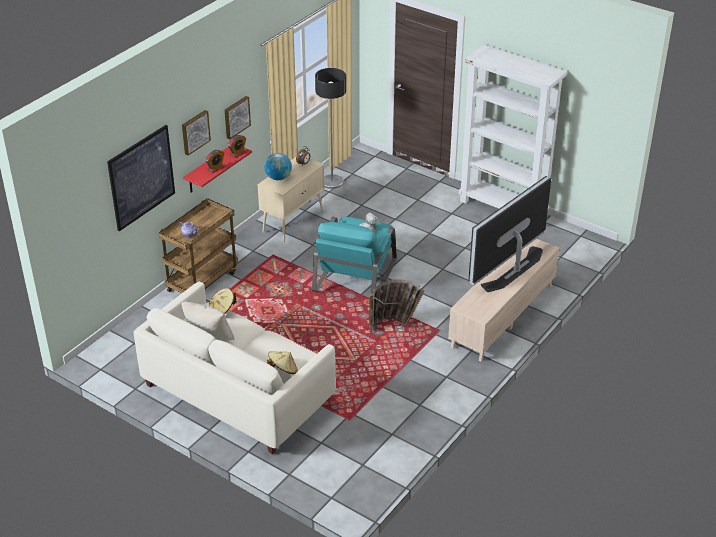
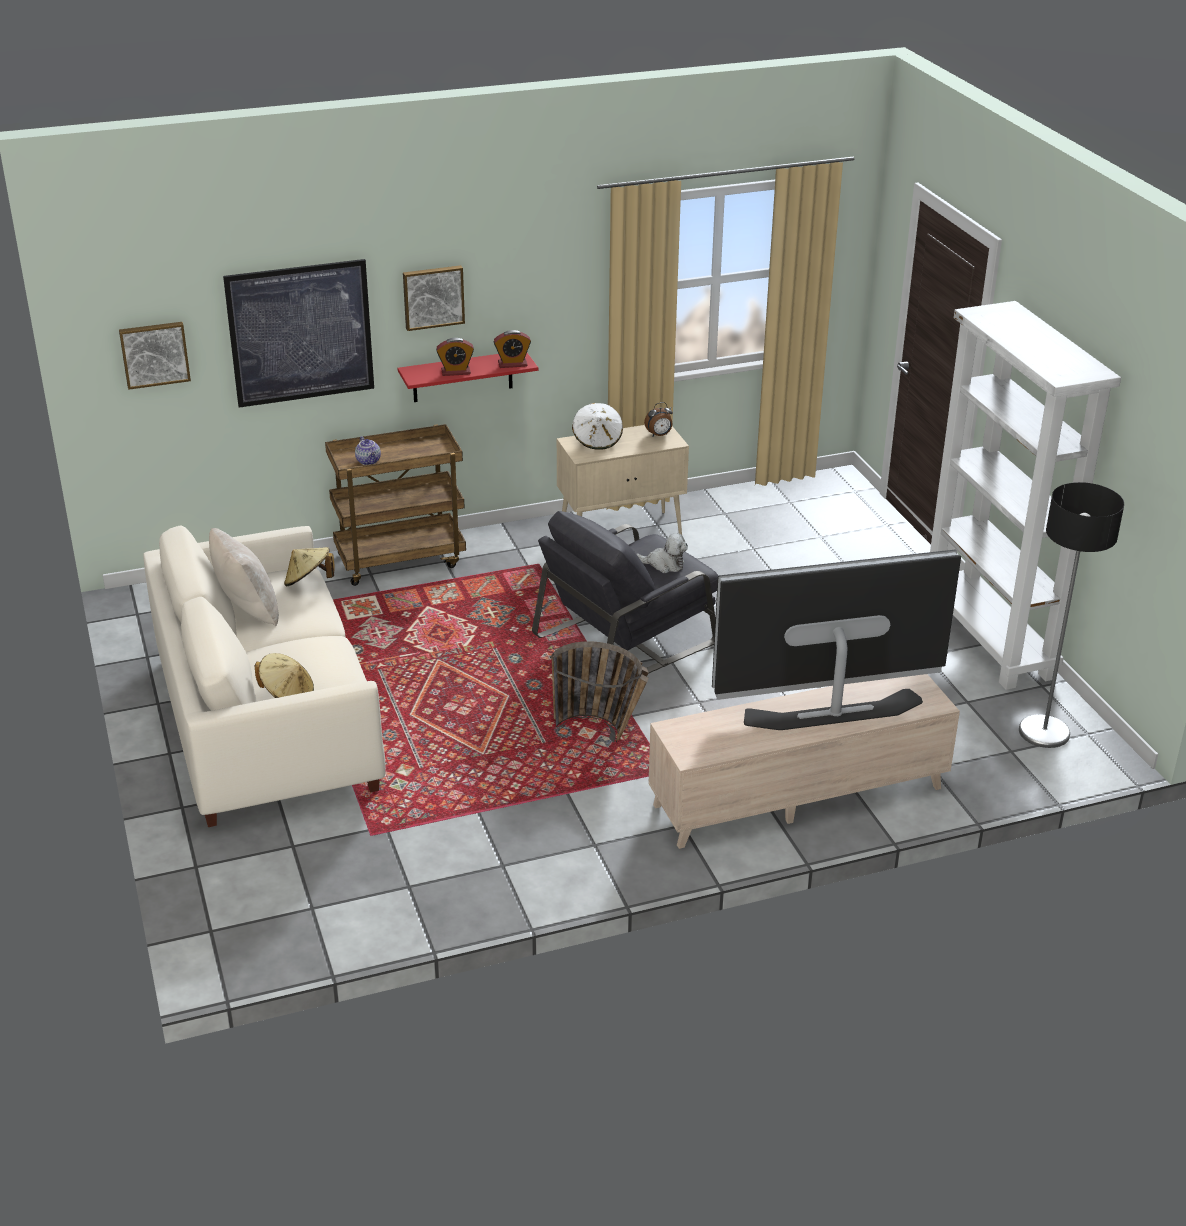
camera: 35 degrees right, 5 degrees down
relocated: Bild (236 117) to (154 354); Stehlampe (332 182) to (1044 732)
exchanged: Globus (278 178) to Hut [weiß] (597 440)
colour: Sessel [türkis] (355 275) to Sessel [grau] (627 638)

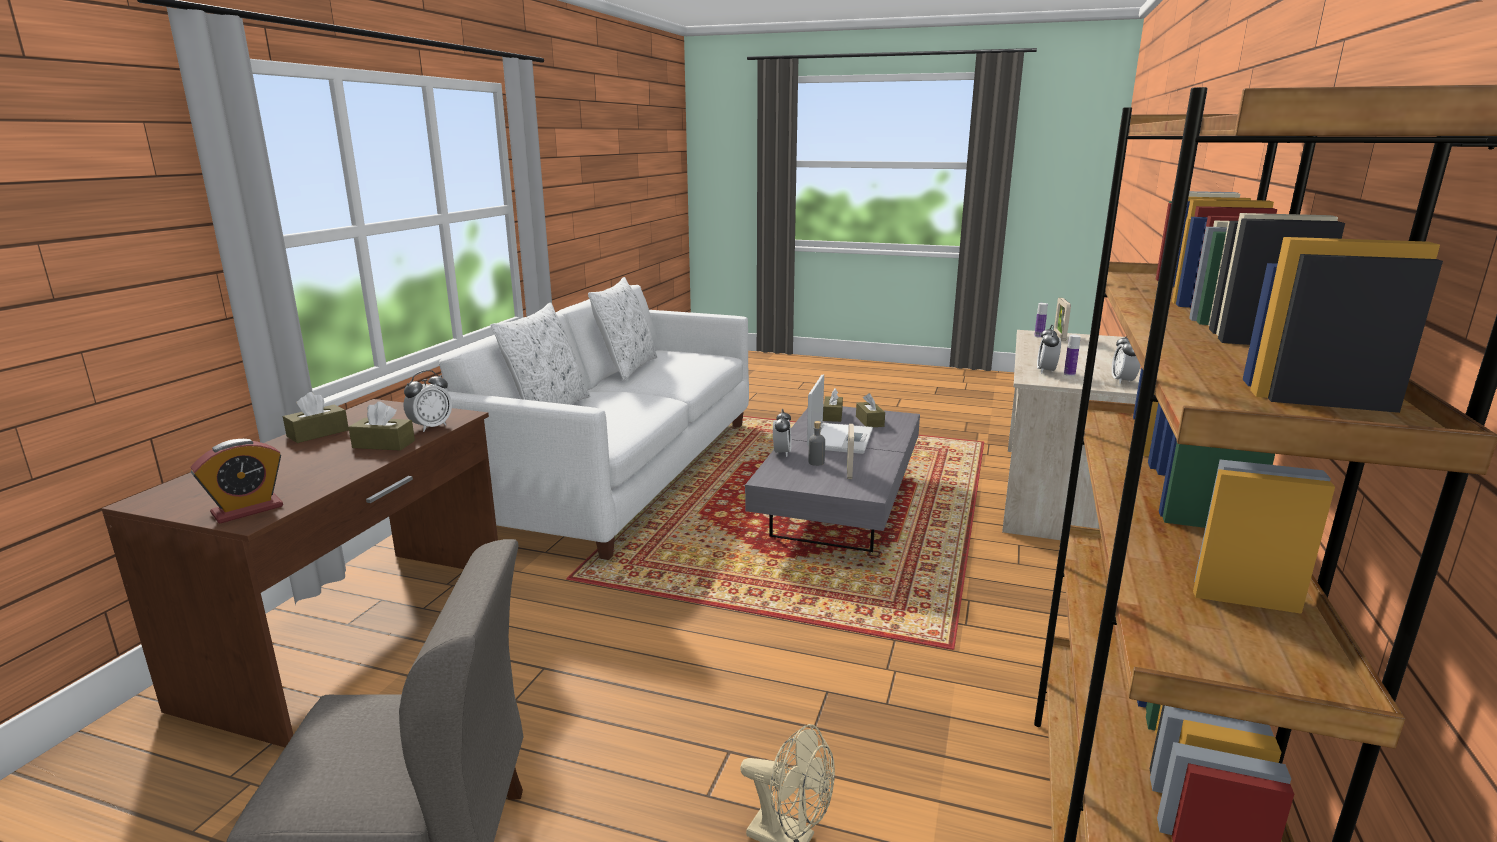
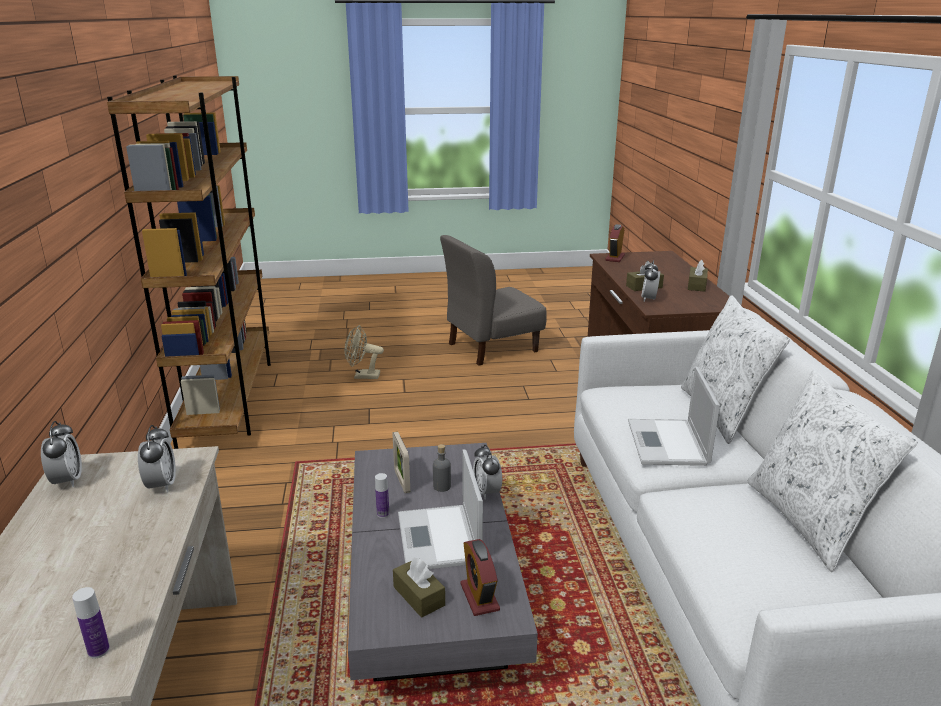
camera: 155 degrees right, 5 degrees up
missing: Bilderrahmen (1059 337)
appeared: Laptop (668 444)
relocated: Flasche (1069 374) to (383 514)
exchanged: Taschentuchbox [braun] (832 415) to Wecker (479 597)

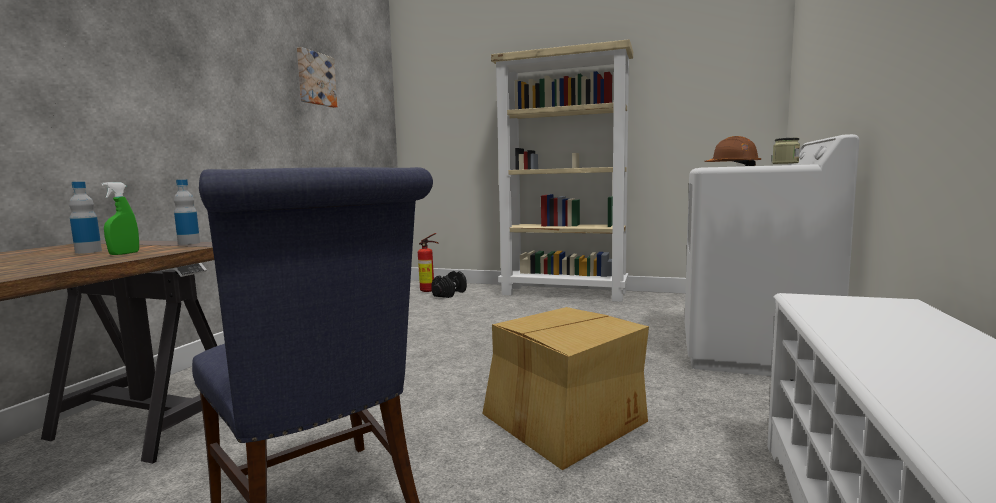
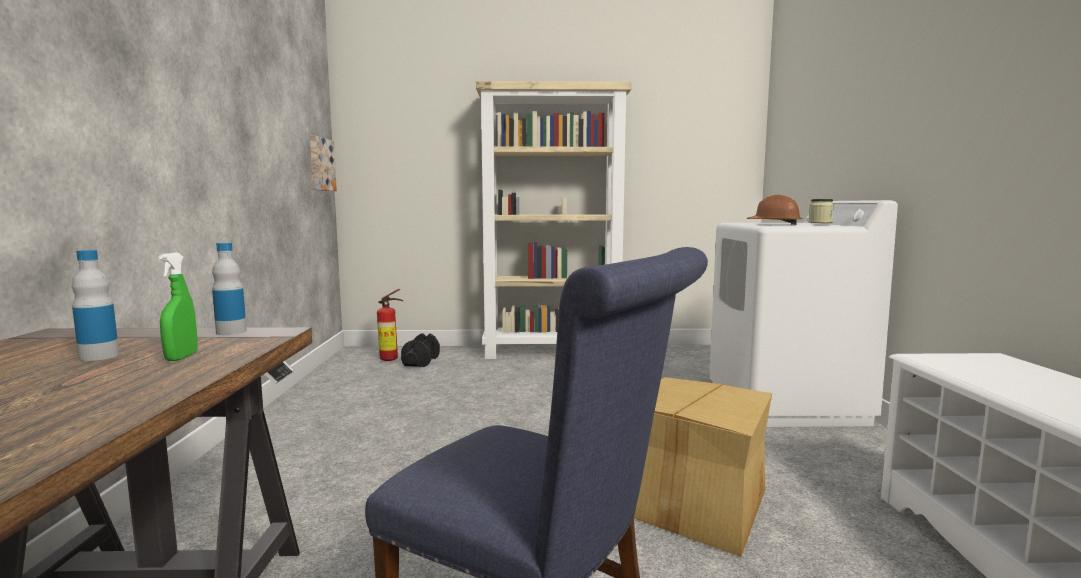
camera: 20 degrees left, 0 degrees up
relocated: Bild (315 79) to (320 164)

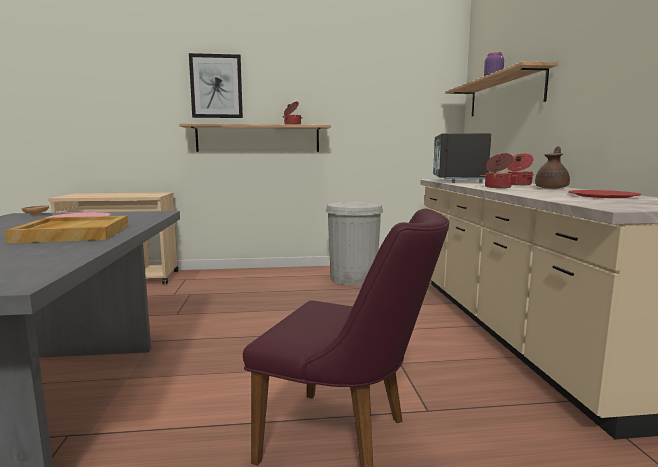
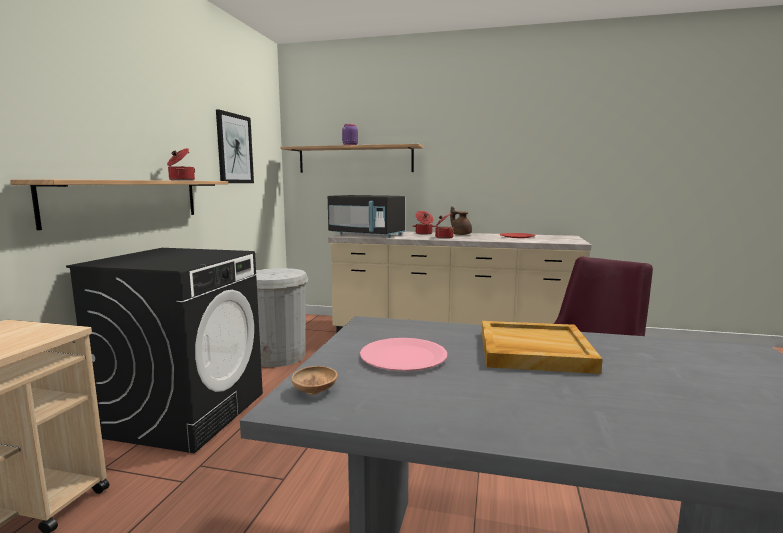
camera: 70 degrees left, 0 degrees up
appeared: Waschmaschine [schwarz] (185 413)
relocated: Bild (216 86) to (234 149)

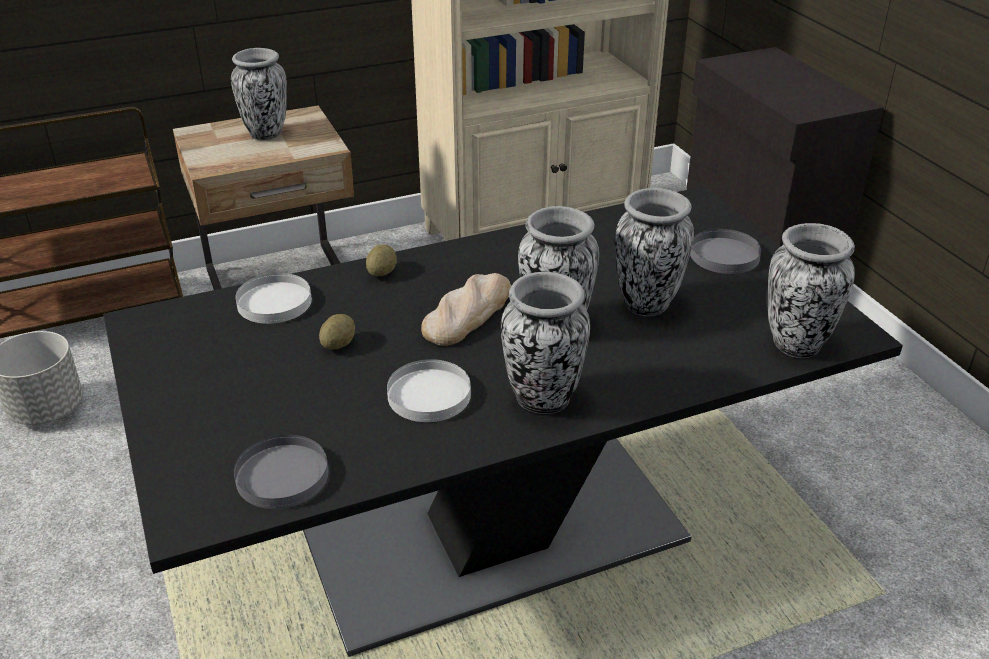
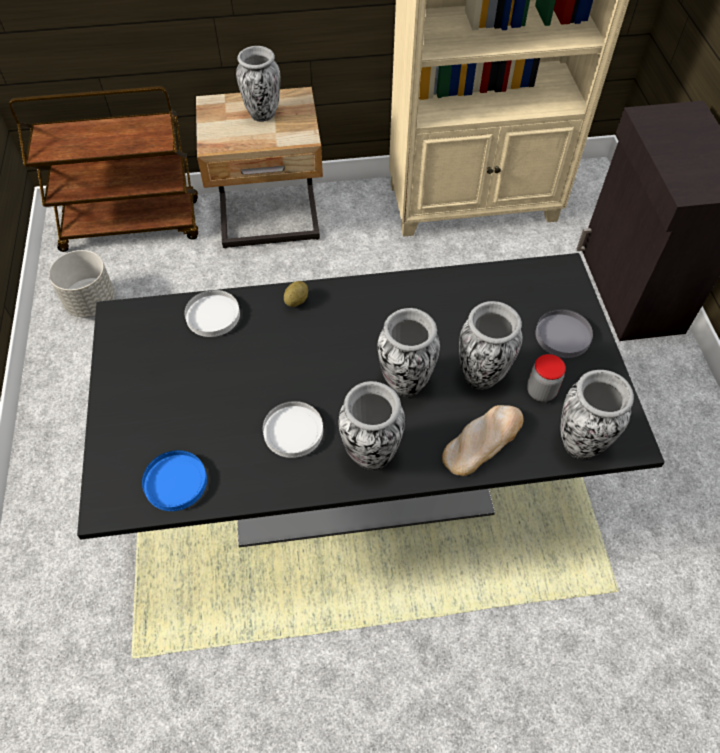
camera: 15 degrees right, 20 degrees up
missing: Kartoffel (338 344)
appeared: Vorratsglas (541 391)
relocated: Brot (468 313) to (483 440)
colour: Teller [grau] (282 475) to Teller [blau] (176 482)

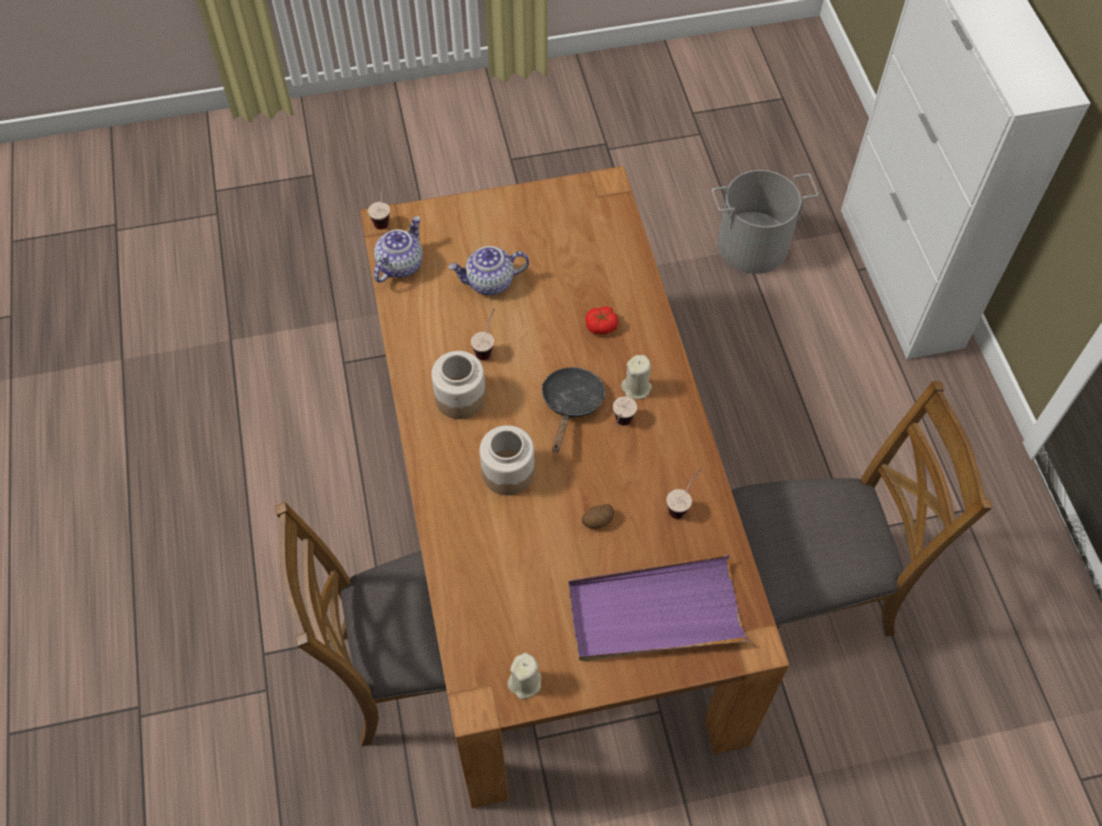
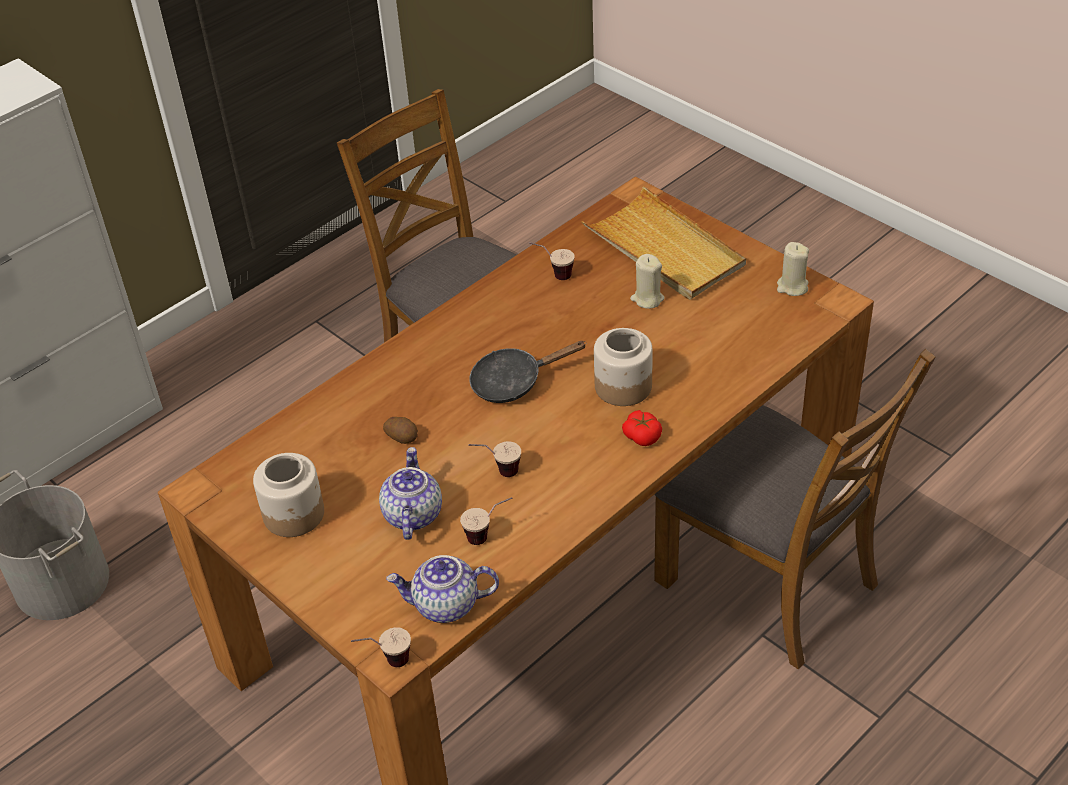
camera: 120 degrees left, 15 degrees down
relocated: Vorratsglas (459 398) to (294 514); Kartoffel (598 521) to (402 437); Tomate (601 326) to (642 436); Tasse (620 427) to (489 535); Kerze [beige] (636 387) to (647 299)
colour: Tablett [lila] (654 613) to Tablett [beige] (664 249)
spun: Teekanne (489 282) = (412 514) 135 degrees counterclockwise

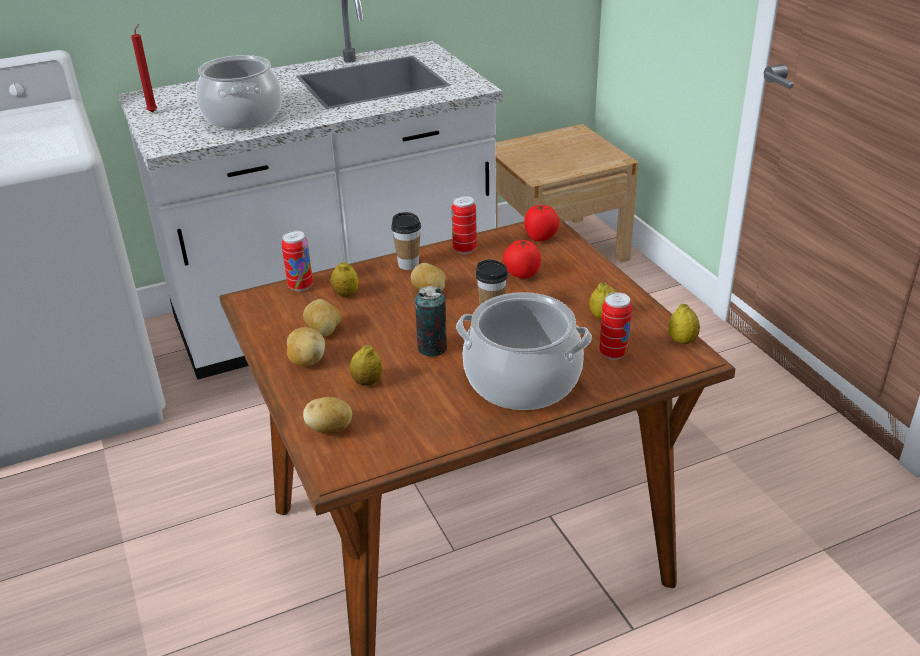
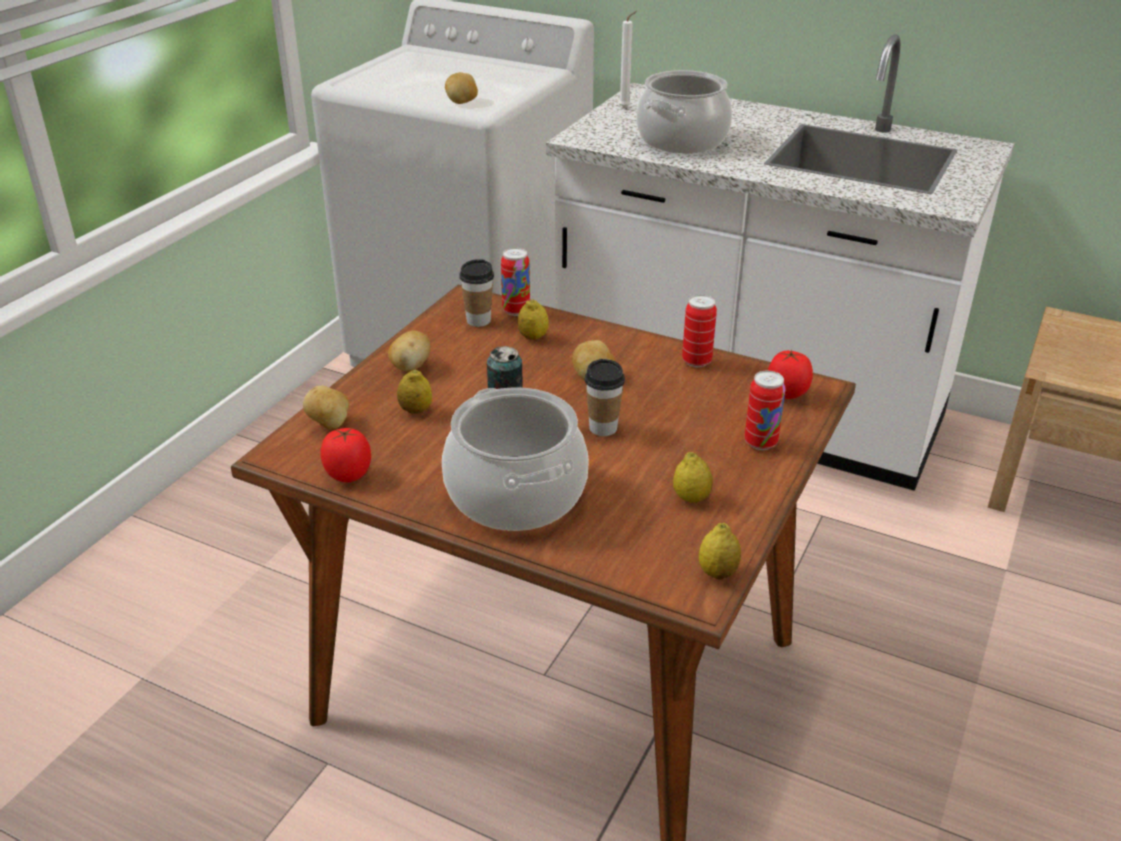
camera: 50 degrees right, 0 degrees up
relocated: Kartoffel (324 332) to (462 102); Tasse (408 264) to (478 321); Tomate (521 275) to (348 475); Dose (613 353) to (760 442)
colour: Kerze [rot] (153 111) to Kerze [weiß] (626 107)

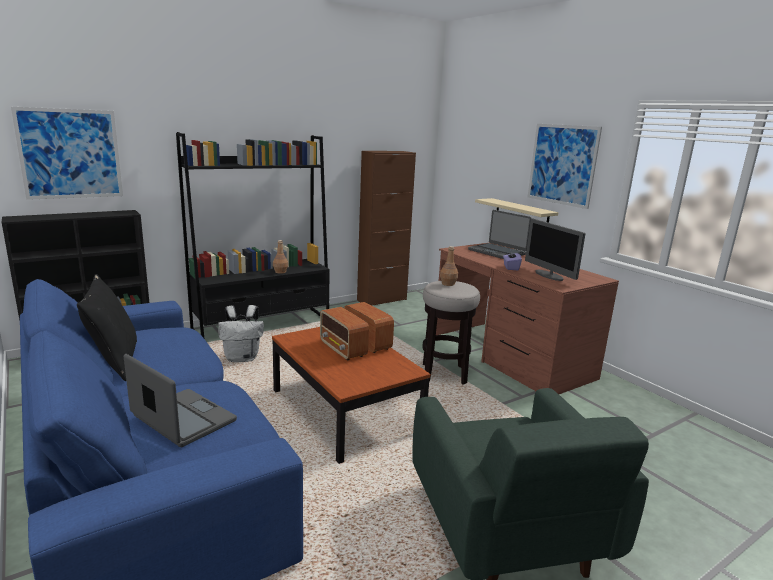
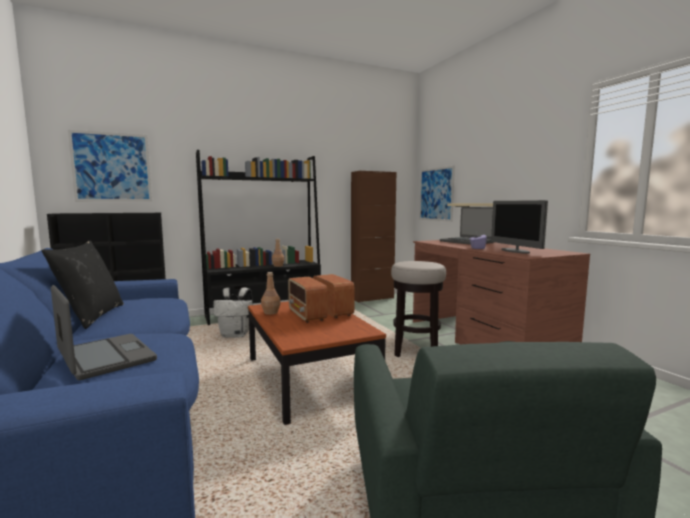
camera: 10 degrees right, 10 degrees down
relocated: Flasche [braun] (448 284) to (270 312); Bild (562 164) to (436 194)

